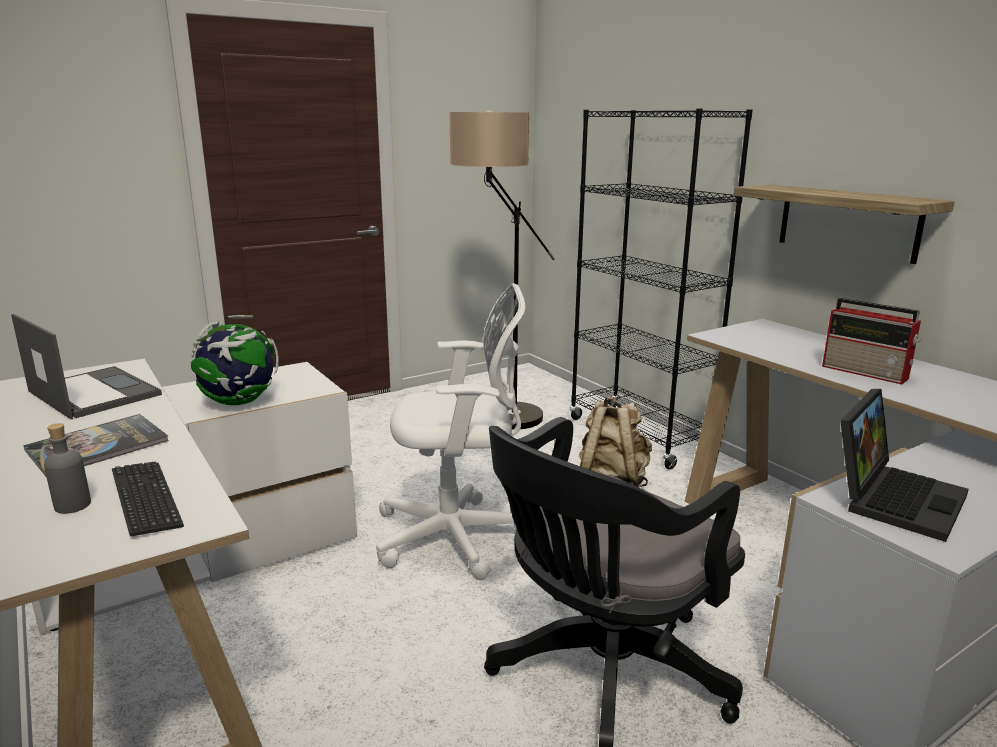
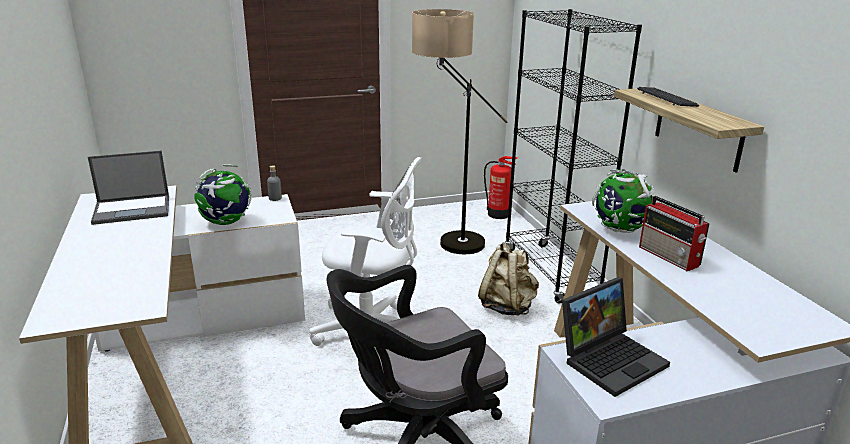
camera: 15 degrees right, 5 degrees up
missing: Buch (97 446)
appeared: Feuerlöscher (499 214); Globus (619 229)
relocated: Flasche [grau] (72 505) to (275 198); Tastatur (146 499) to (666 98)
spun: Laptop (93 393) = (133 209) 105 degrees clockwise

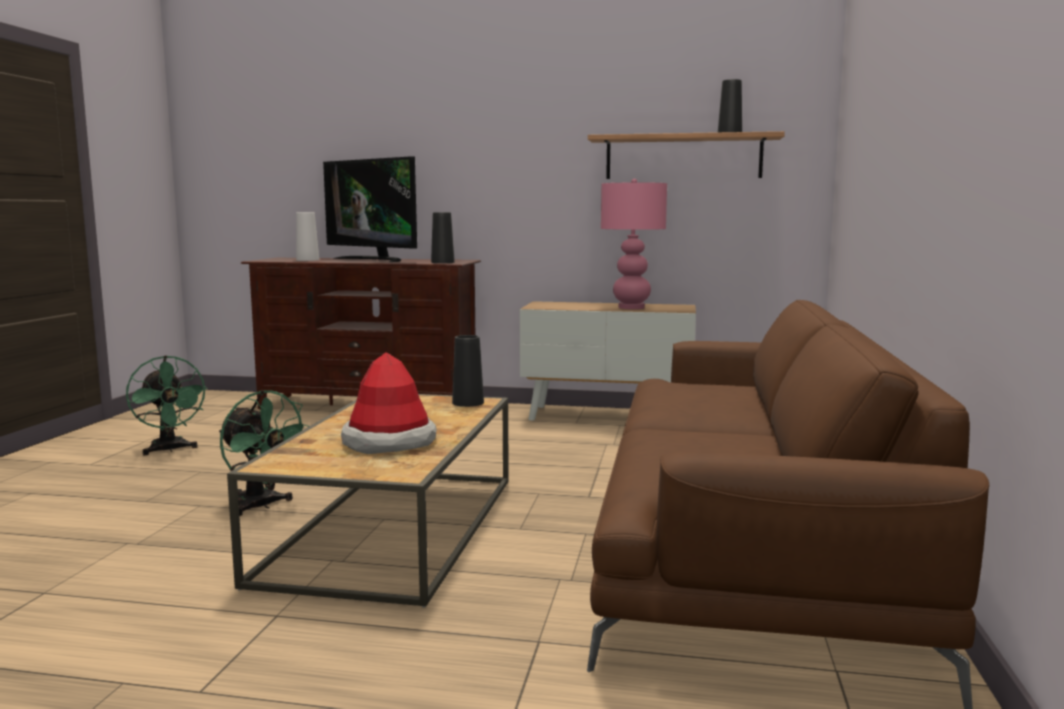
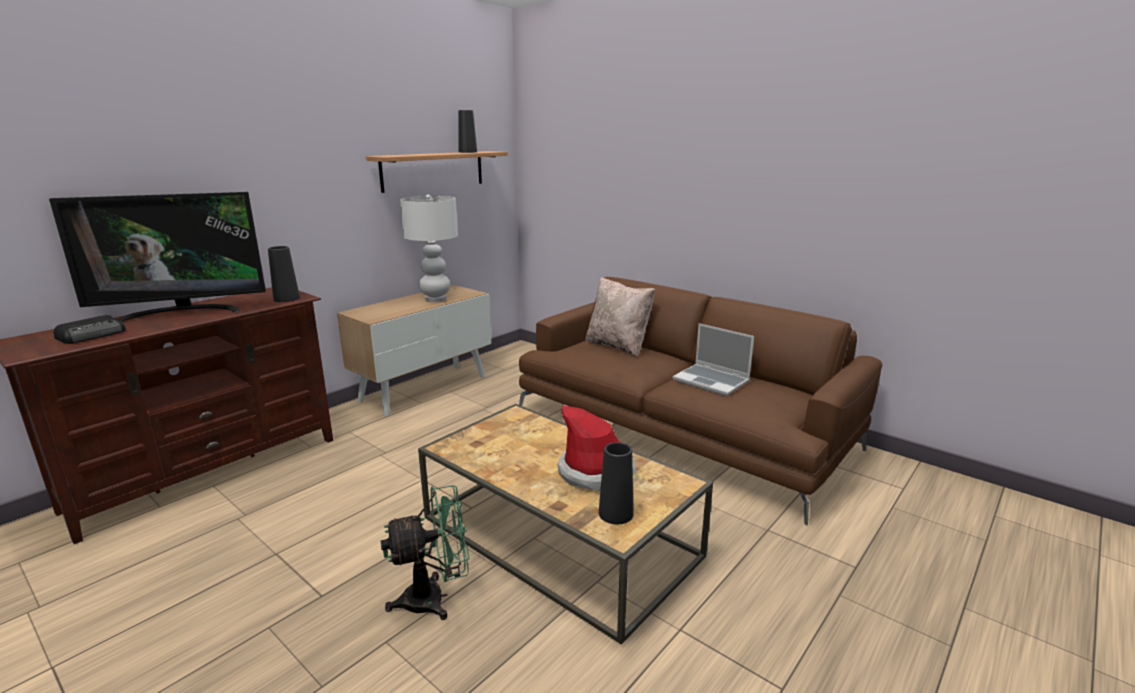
camera: 60 degrees left, 10 degrees up
missing: Ventilator [grün] (170 450)
appeared: Kissen [beige] (618 346); Laptop (712 381)
relocated: Vase [schwarz] (468 402) to (616 513)
exchanged: Vase [weiß] (307 260) to Radio (93 335)
colour: Tischlampe [rosa] (631 307) to Tischlampe [weiß] (435 299)

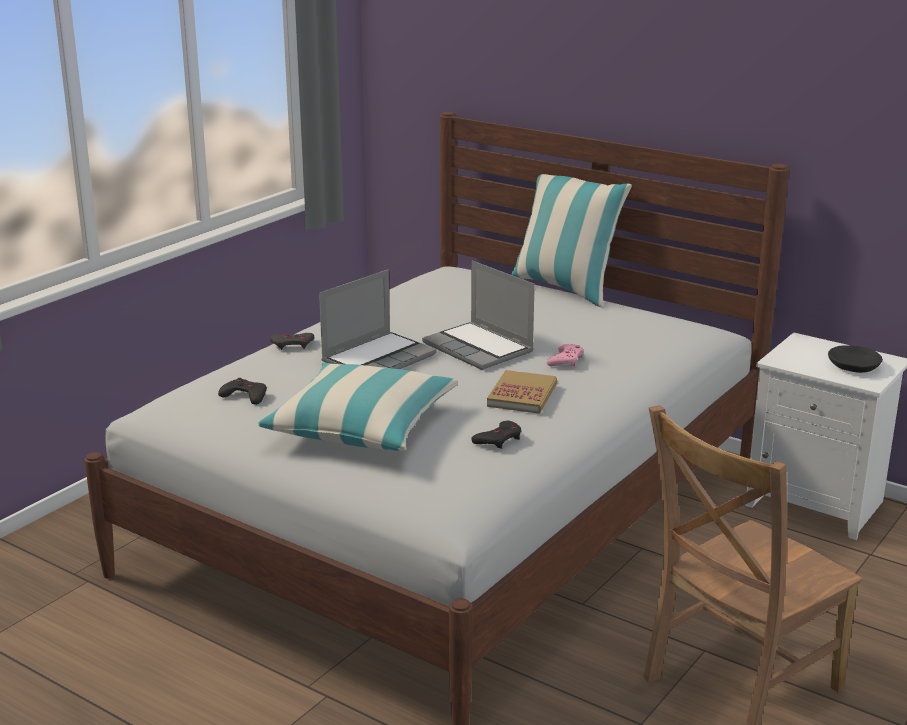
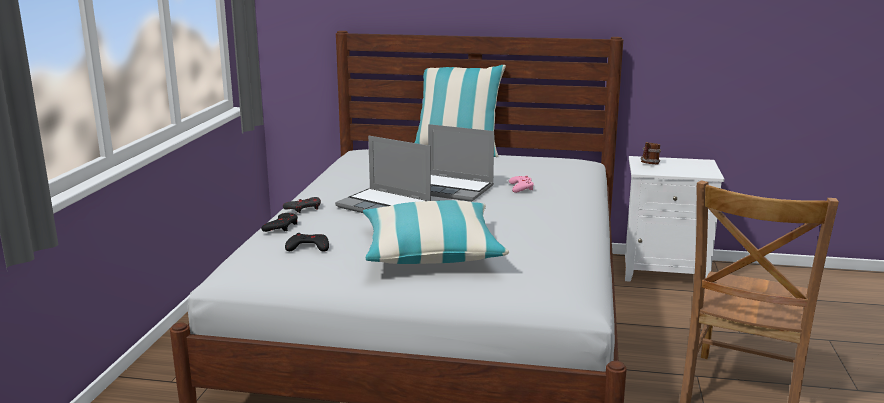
camera: 25 degrees left, 5 degrees down
missing: Buch (522 395); Schüssel [schwarz] (853 367)
appeared: Henkelbecher (649 164)
relocated: Gamepad [schwarz] (498 439) to (281 226)
spun: Laptop (379 358) = (385 206) 105 degrees clockwise

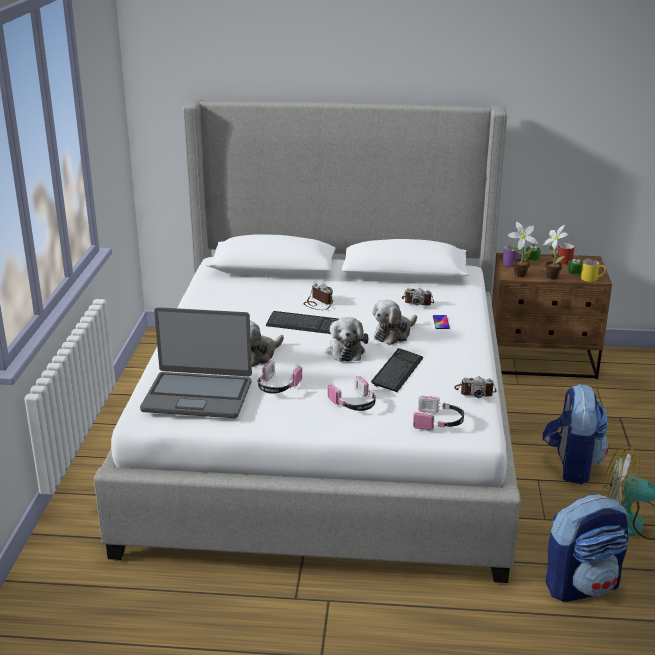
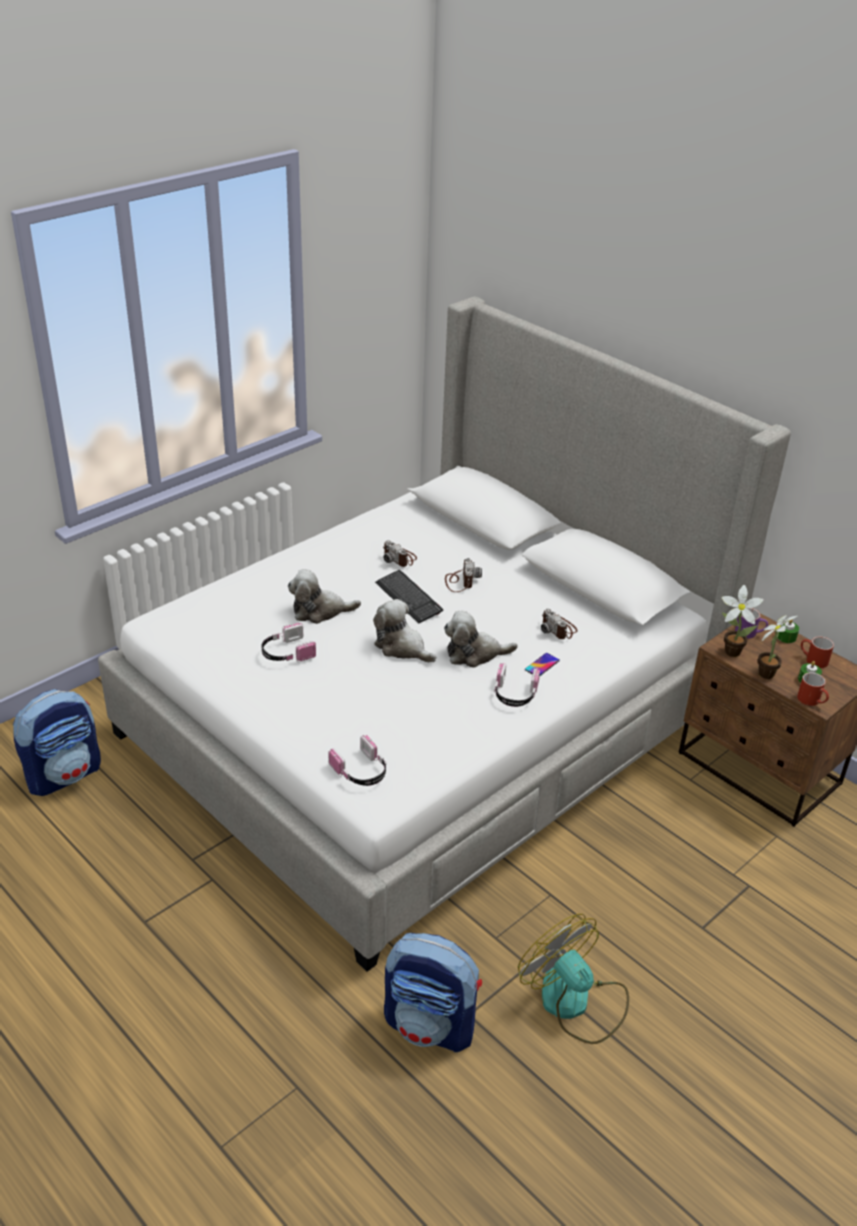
camera: 40 degrees right, 10 degrees up
missing: Laptop (198 395); Tastatur (397 371)
relocated: Kopfhörer (354 404) to (515 694); Kamera (475 392) to (399 558); Rucksack (572 466) to (64 774)
colour: Henkelbecher [gelb] (592 279) to Henkelbecher [rot] (812 701)
spun: Plüschtier (345 350) = (402 647) 90 degrees clockwise

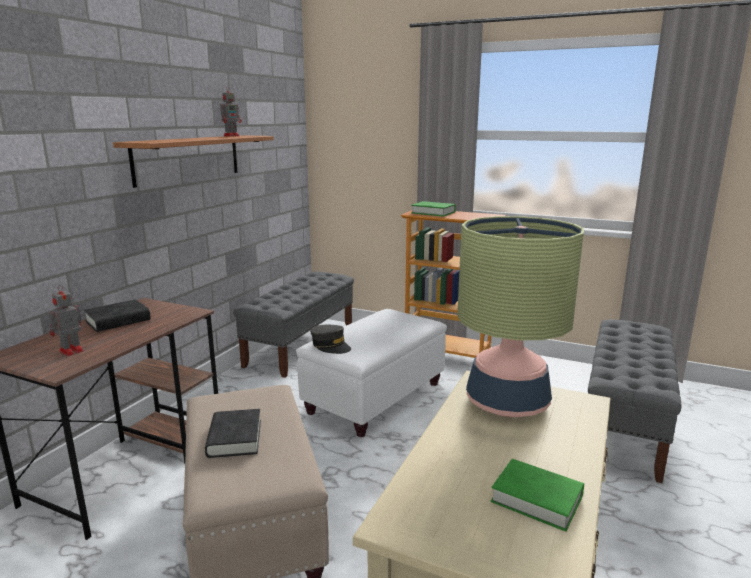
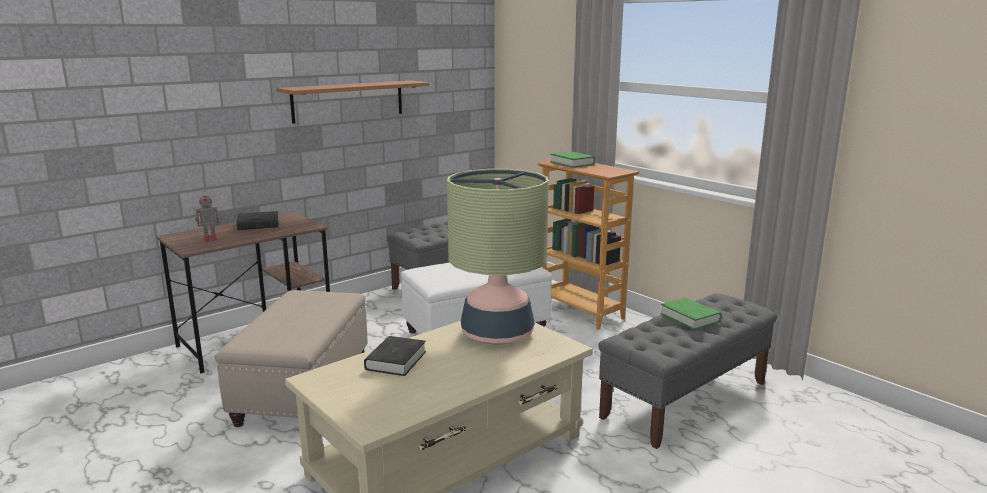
camera: 25 degrees right, 0 degrees up
missing: Spielzeugroboter (232 136); Kappe [grau] (330 346)
relocated: Buch [schwarz] (234 438) to (396 361); Buch [grün] (536 499) to (690 318)

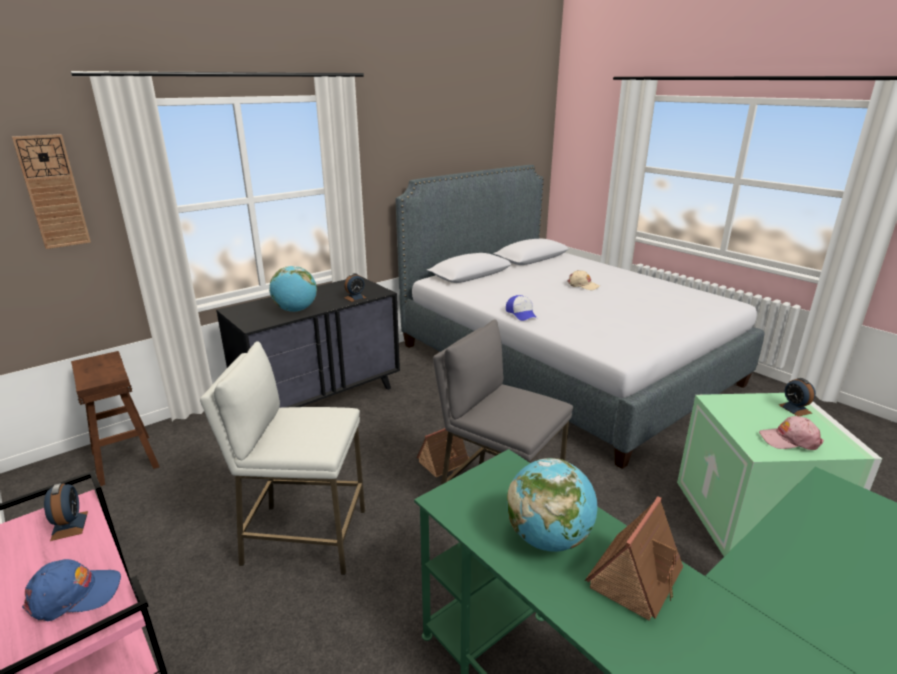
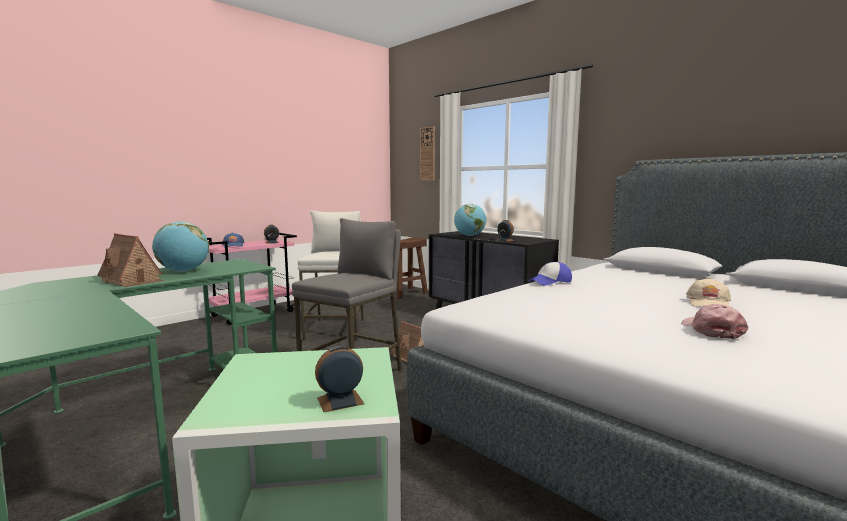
camera: 85 degrees right, 15 degrees down
relocated: Kappe [rosa] (789 440) to (712 330)

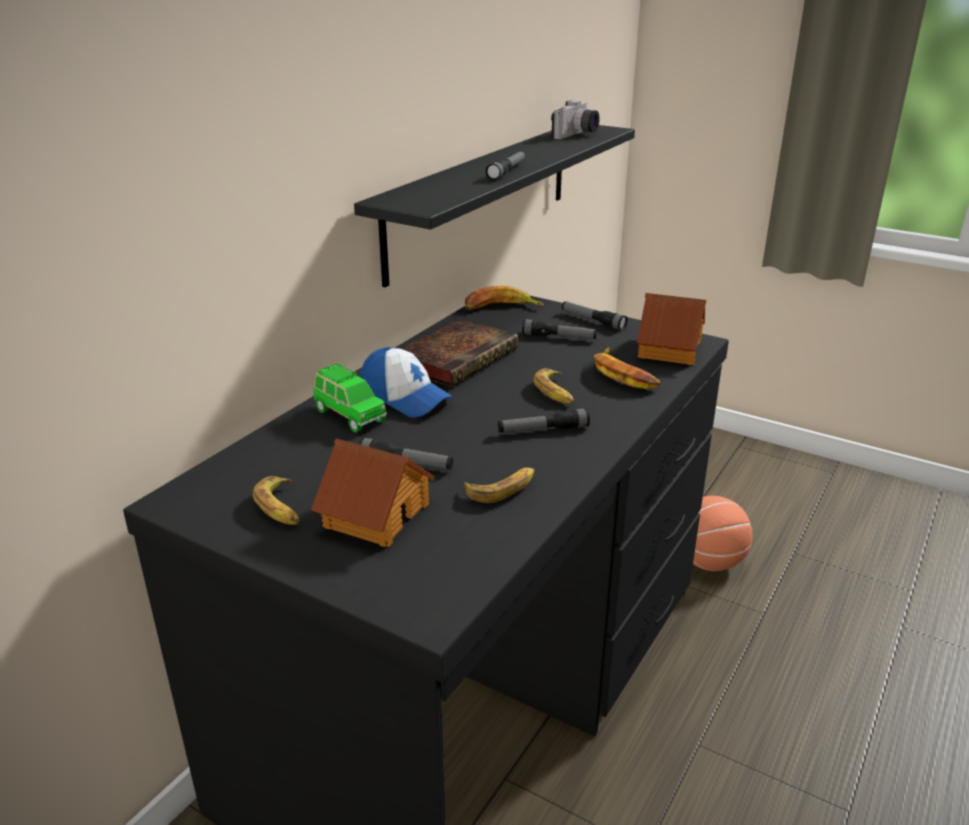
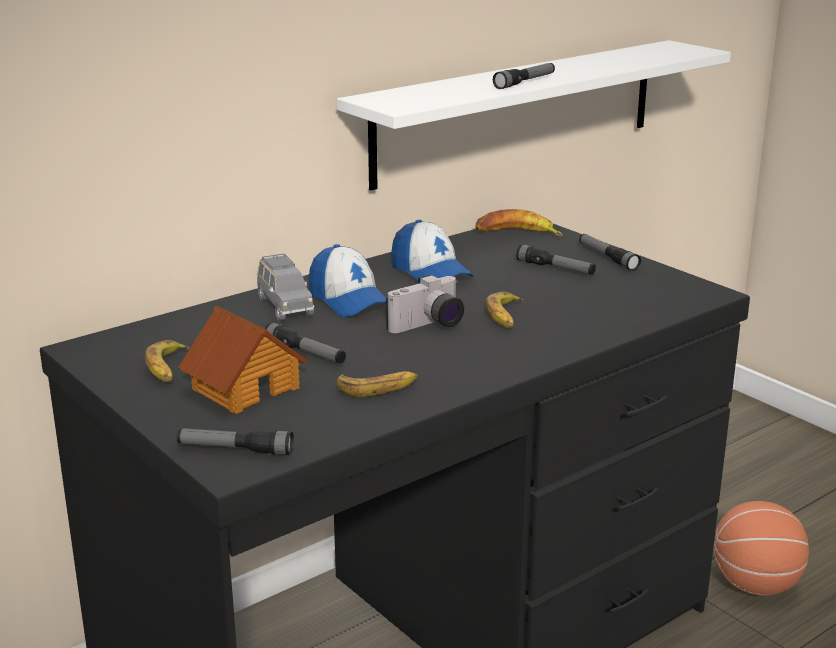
camera: 20 degrees right, 5 degrees down
missing: Banane (624 375); Spielzeughaus (668 349)
relocated: Taschenlampe (543 430) to (235 449); Kamera (576 135) to (429 326)
exchanged: Buch (457 358) to Kappe (430 273)
colour: Spielzeugauto [grün] (349 415) to Spielzeugauto [grau] (285 306); Wandregal [schwarz] (482 197) to Wandregal [weiß] (518 111)

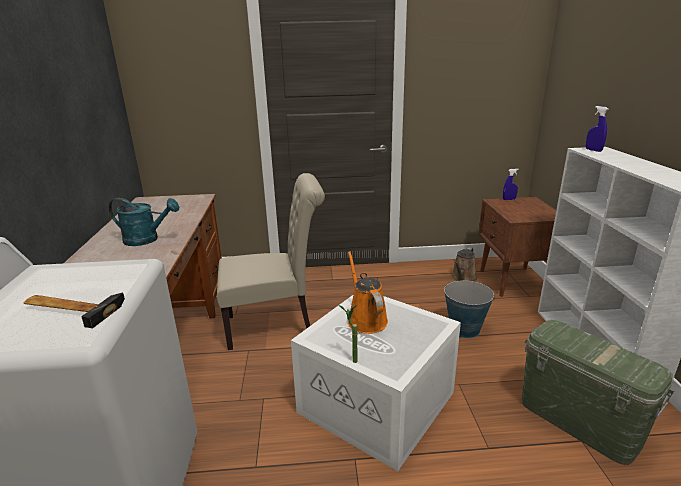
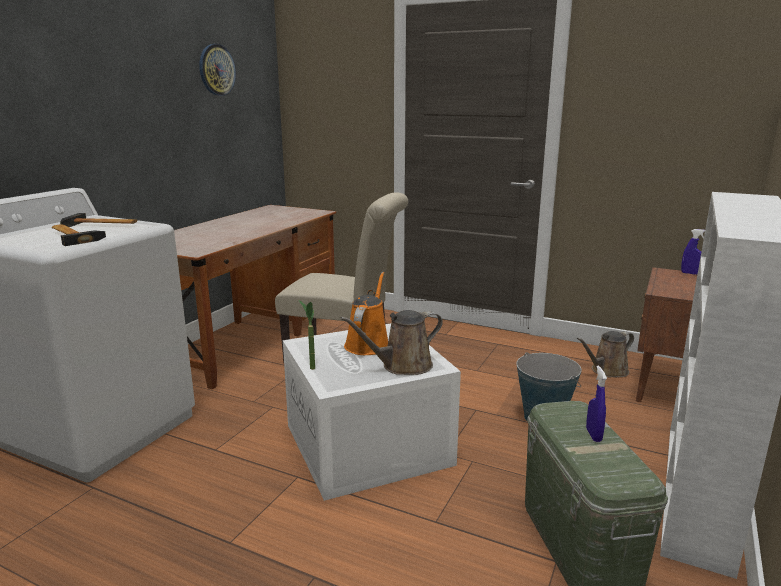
camera: 30 degrees right, 5 degrees down
missing: Gießkanne [türkis] (147 240)
appeared: Hammer (101 225); Wanduhr (216 70); Gießkanne [braun] (402 366)
relocated: Sprühflasche [blau] (593 150) to (593 435)

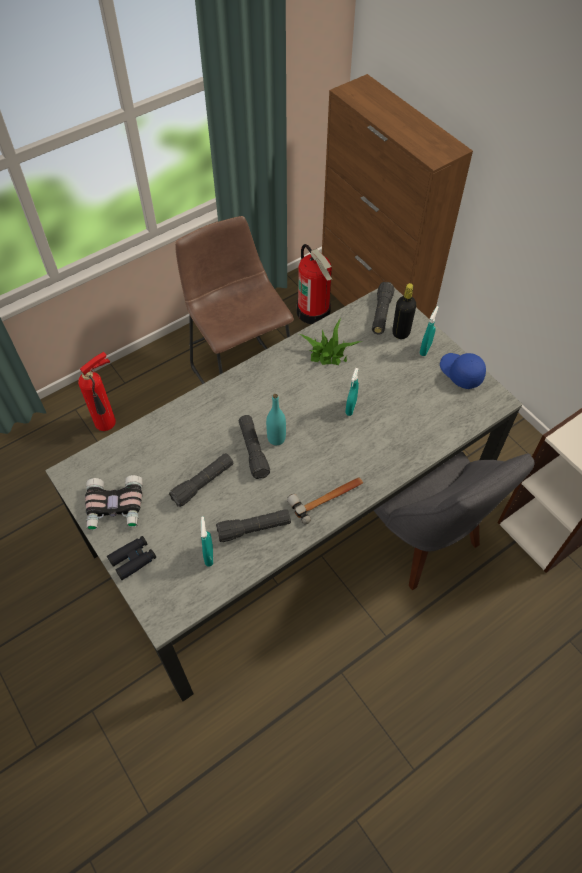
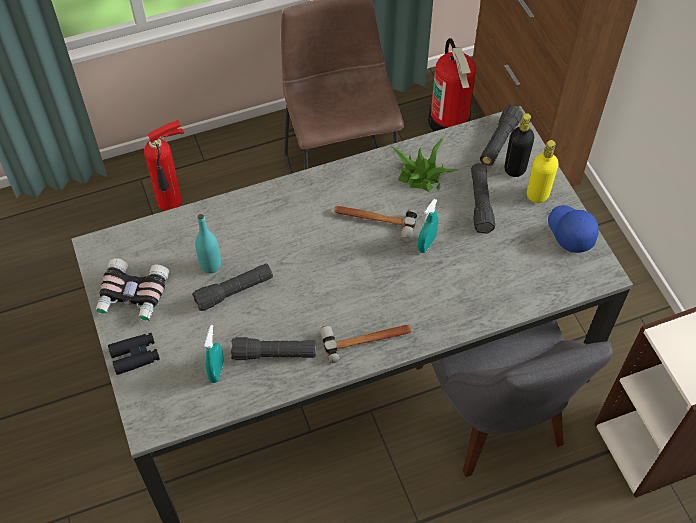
camera: 15 degrees right, 0 degrees up
appeared: Hammer (374 221)
relocated: Taschenlampe [schwarz] (253 450) to (480 203); Flasche [türkis] (276 438) to (210 265)
exchanged: Sprühflasche [türkis] (425 349) to Flasche [gelb] (537 195)

